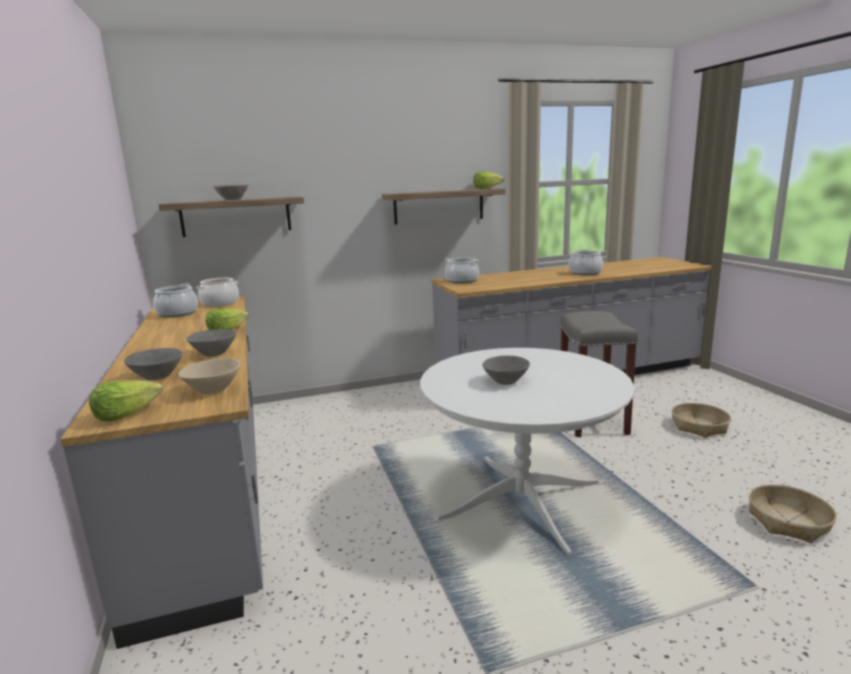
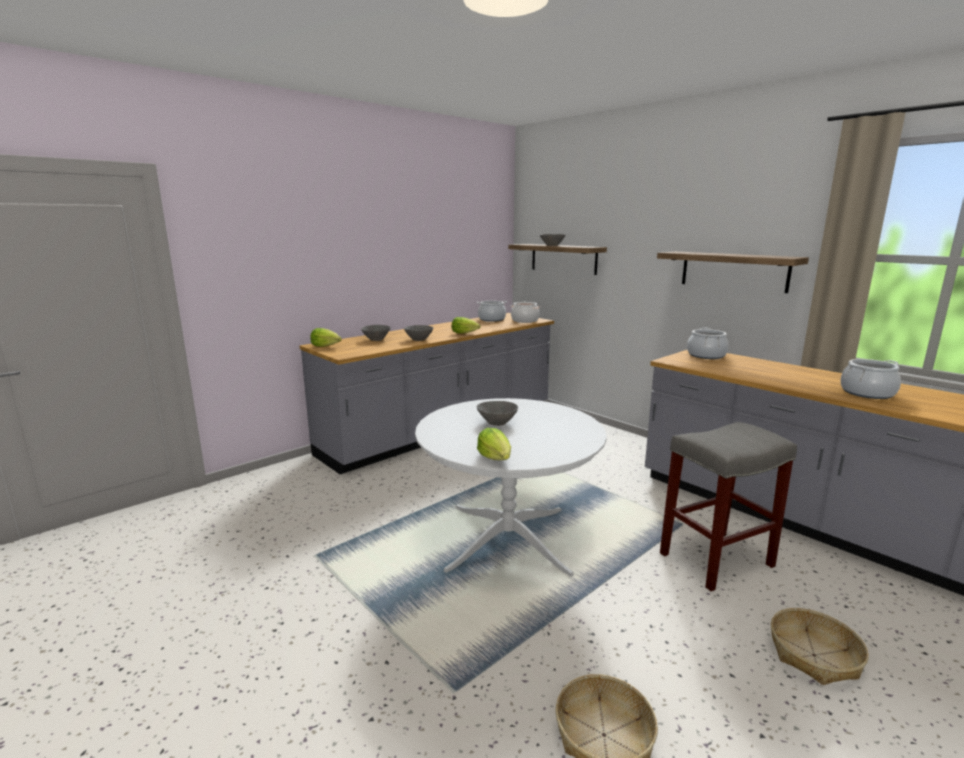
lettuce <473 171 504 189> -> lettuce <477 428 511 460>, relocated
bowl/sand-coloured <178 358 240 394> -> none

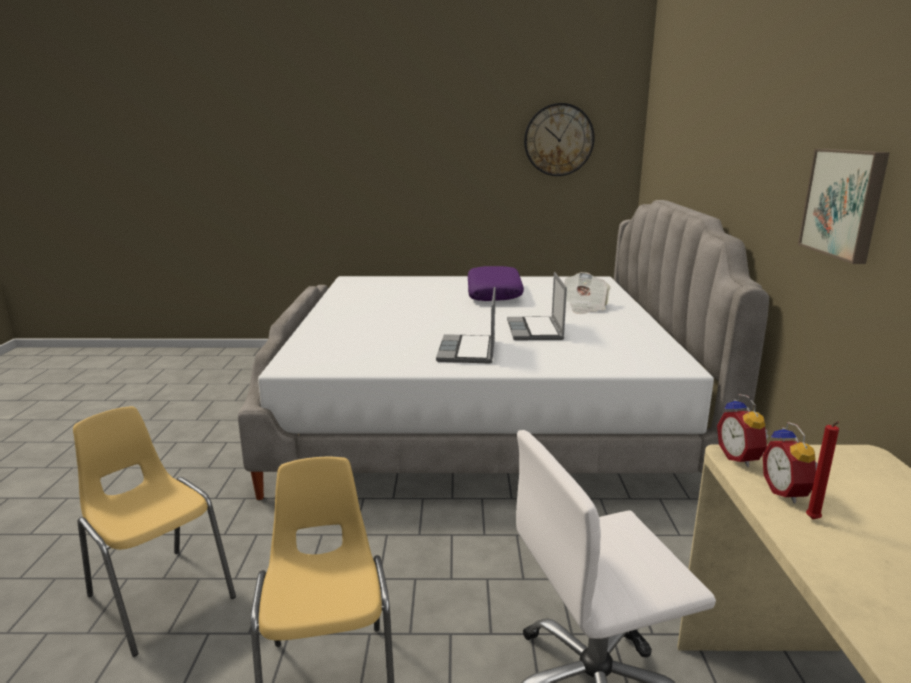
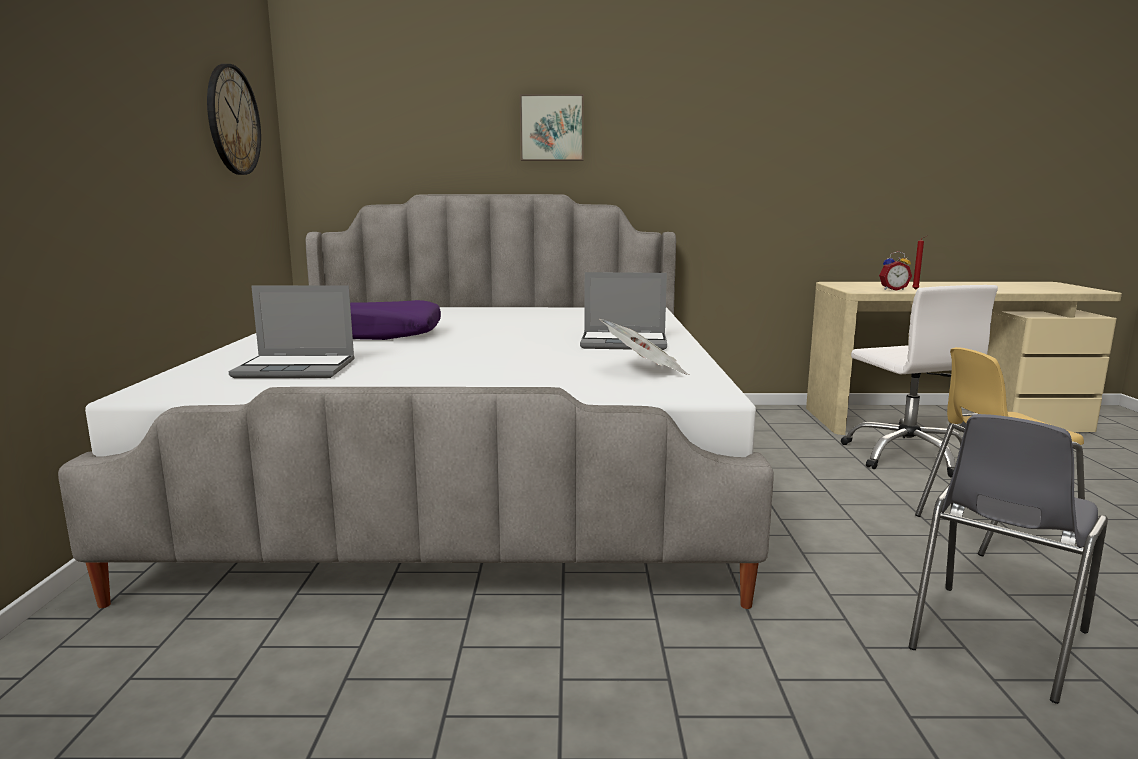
wall art <798 149 890 264> -> wall art <520 94 584 161>, relocated
portable computer <507 272 567 340> -> portable computer <228 285 355 378>, relocated
newspaper <564 272 611 314> -> newspaper <599 319 689 375>, relocated
alarm clock <717 394 769 467> -> none
upright chair/yellow <73 406 236 657> -> upright chair/grey <908 414 1108 704>

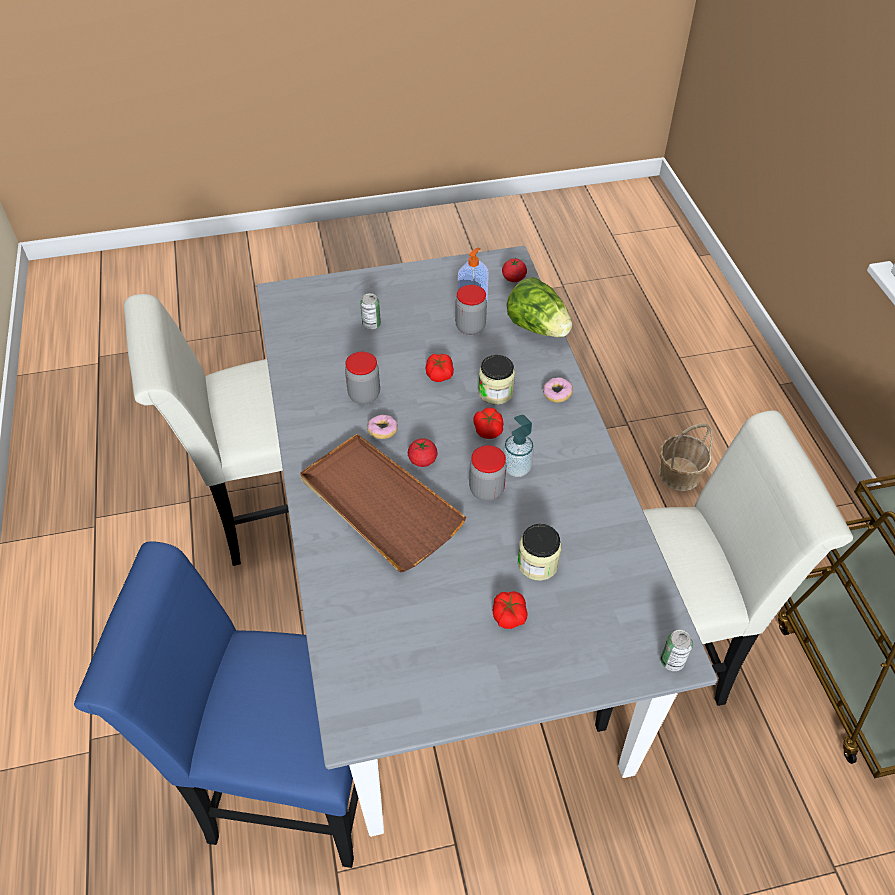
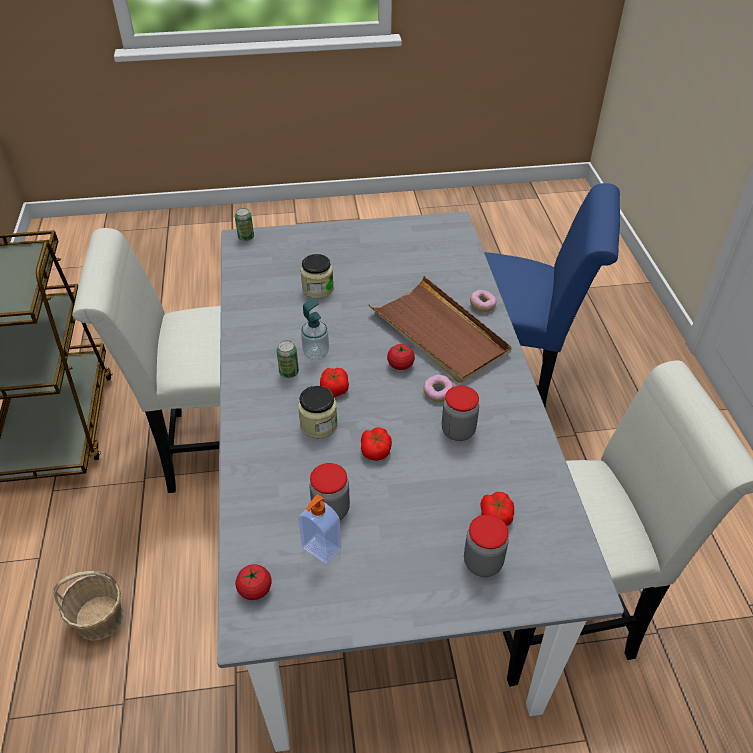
lettuce <507 277 572 337> -> none
metal can <360 293 381 330> -> metal can <277 340 299 378>, relocated
donut <543 377 573 403> -> donut <470 290 497 312>, relocated
preserve jar <469 445 506 501> -> preserve jar <464 515 509 577>, relocated
tomato <493 591 527 629> -> tomato <480 492 514 526>, relocated

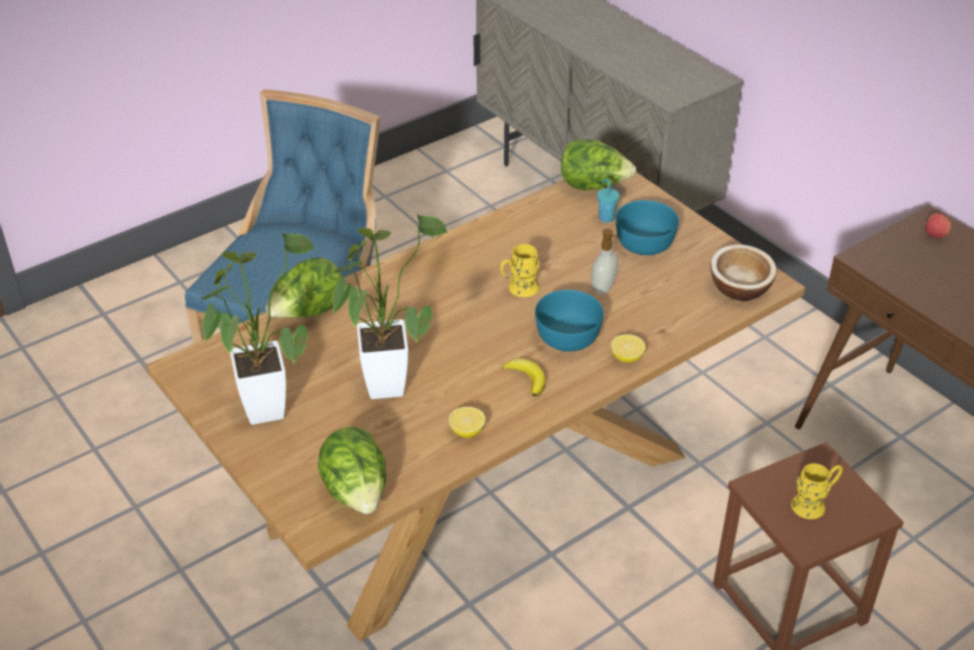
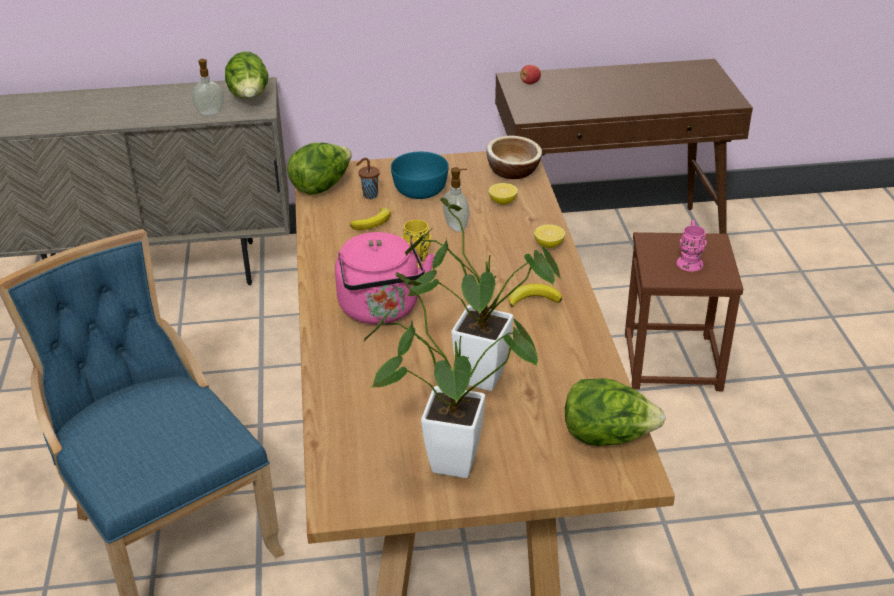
small cup/turquoise <597 179 620 223> -> small cup/brown <356 158 380 199>
lettuce <265 257 342 318> -> lettuce <225 52 268 99>, relocated
bowl/turquoise <535 290 604 352> -> none
whole lemon <449 407 485 438> -> whole lemon <489 183 518 205>, relocated
mug/yellow <791 463 843 519> -> mug/pink-coloured <676 220 707 271>
none -> liquid soap bottle <192 59 224 115>
none -> banana fruit <350 208 391 230>
none -> water kettle/pink-coloured <335 232 435 324>

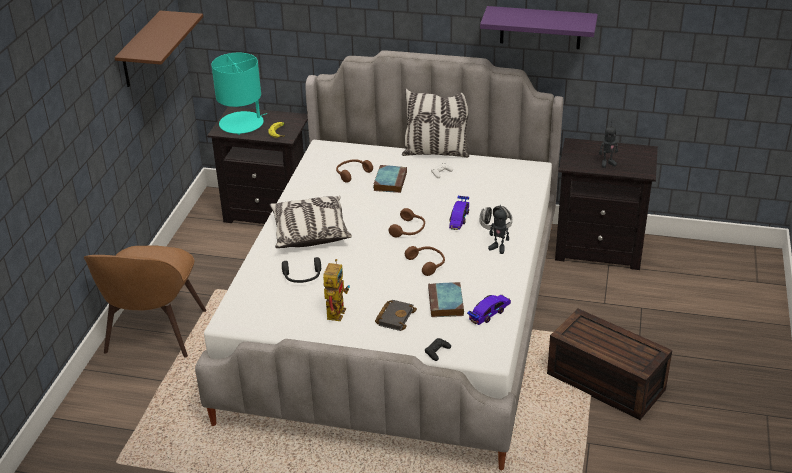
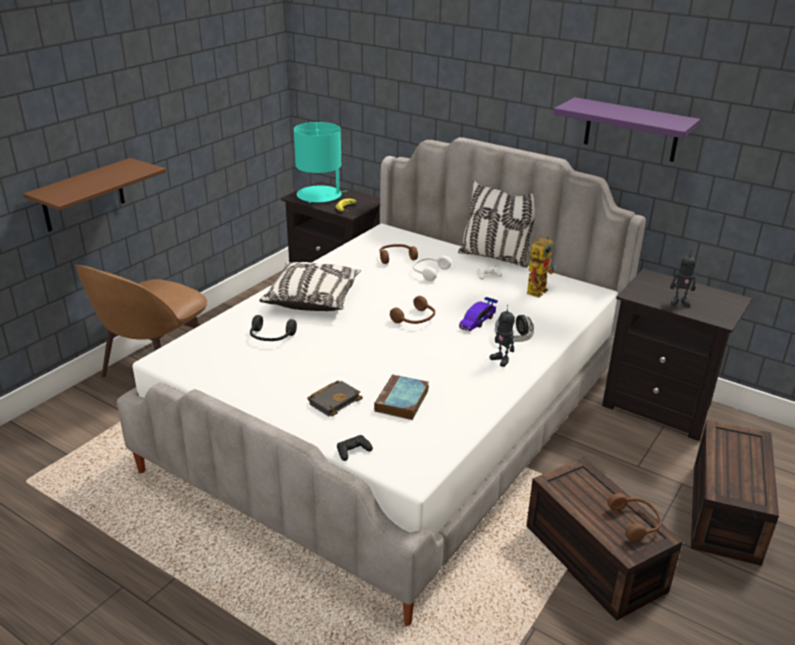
wall shelf/brown <114 11 203 87> -> wall shelf/brown <23 158 166 232>, relocated
book <373 165 407 193> -> headphones/white <413 255 452 281>
headphones/brown <405 246 445 276> -> headphones/brown <607 493 661 541>, relocated
robot figure <323 259 350 321> -> robot figure <527 235 556 298>, relocated
miniature car <467 295 511 325> -> none
none -> storage bin/brown <691 420 779 566>

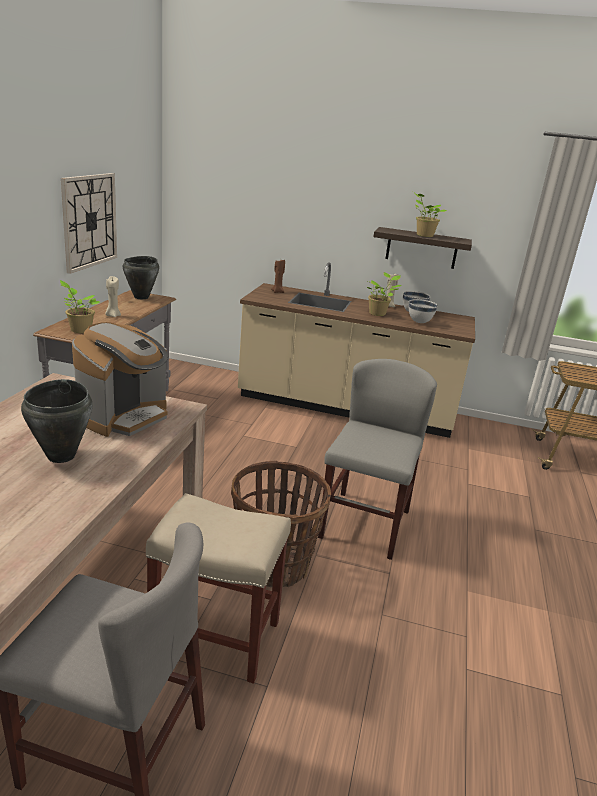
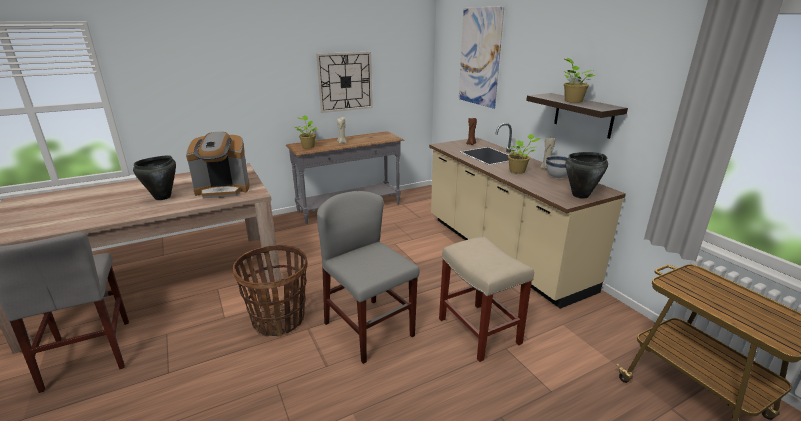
saucepot/blackish <123 256 159 299> -> saucepot/blackish <566 152 608 199>, relocated
bowl/white <409 299 438 323> -> none
upright chair/grey <318 359 437 560> -> upright chair/grey <317 191 419 364>, 105 degrees counterclockwise
sitting stool/sand-coloured <146 493 291 684> -> sitting stool/sand-coloured <439 237 534 362>, relocated
none -> wall art <459 6 504 109>

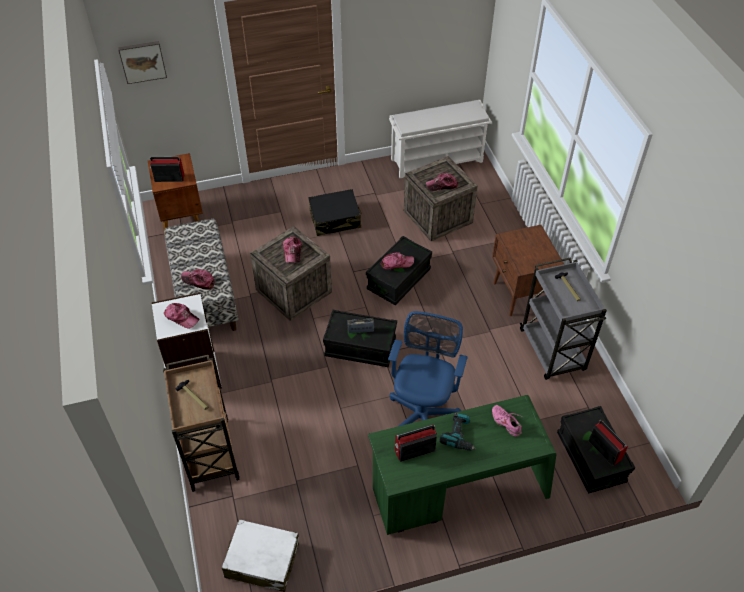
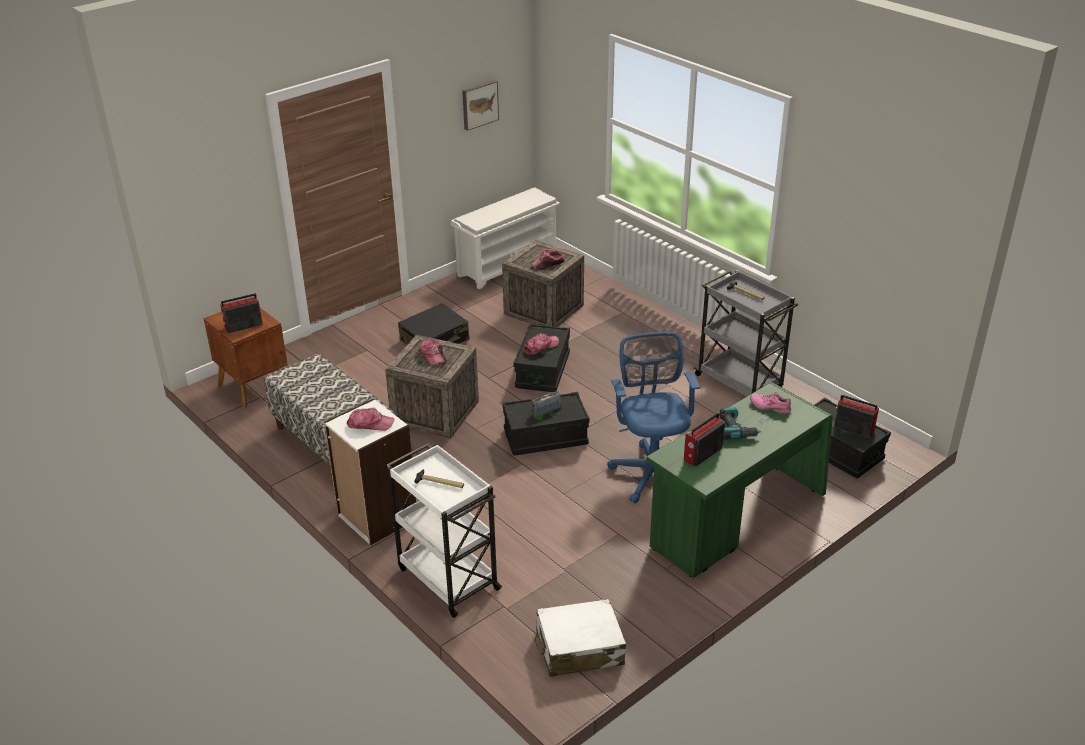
wall art <118 41 167 84> -> wall art <462 80 499 131>, relocated
nightstand/brown <492 225 564 316> -> none
cap <181 269 215 290> -> none
cart/brown <163 355 240 492> -> cart/white <386 443 502 618>

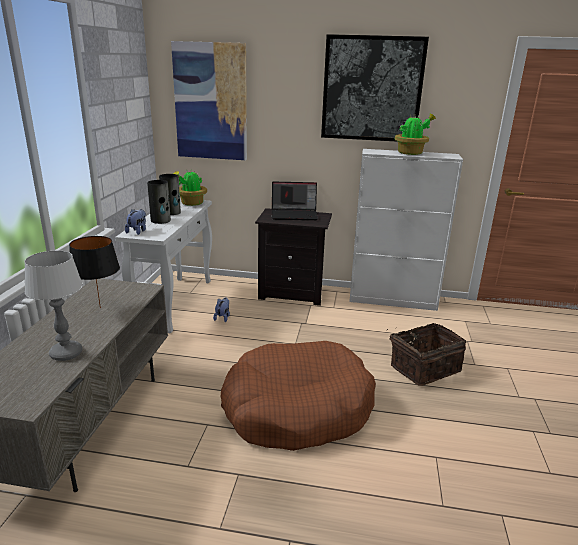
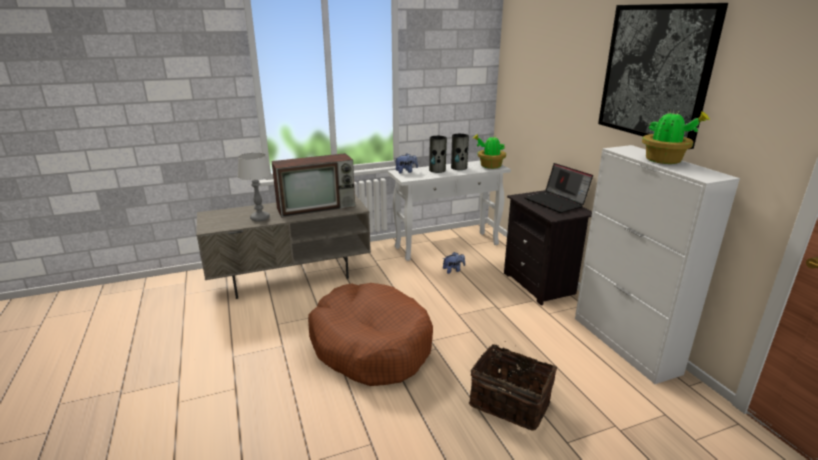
wall art <171 41 247 160> -> none
lamp for a table/blackish <69 236 120 308> -> television <272 153 355 218>

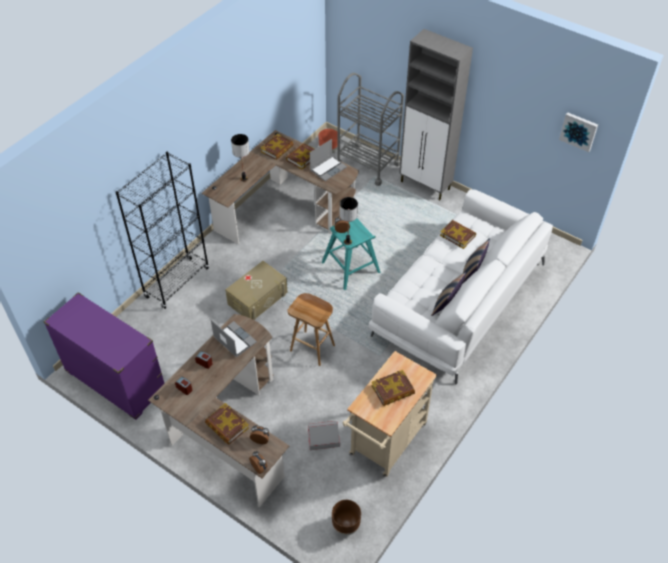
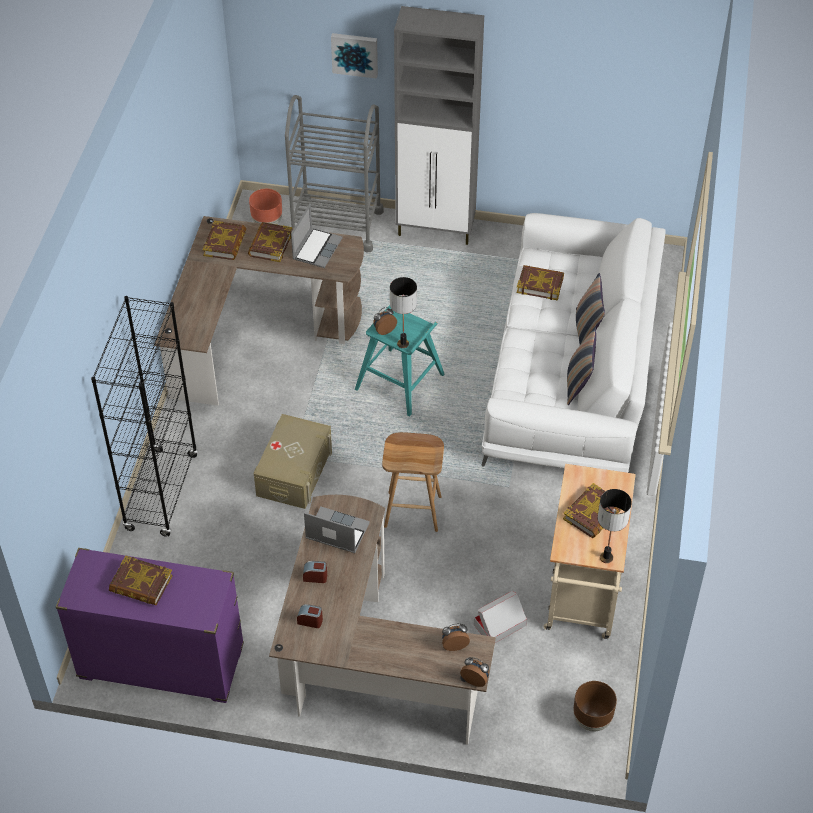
wall art <559 112 598 152> -> wall art <331 33 378 79>, relocated
lamp for a table <231 134 250 182> -> lamp for a table <598 489 632 563>, relocated
book <205 403 249 444> -> book <109 556 173 605>, relocated

